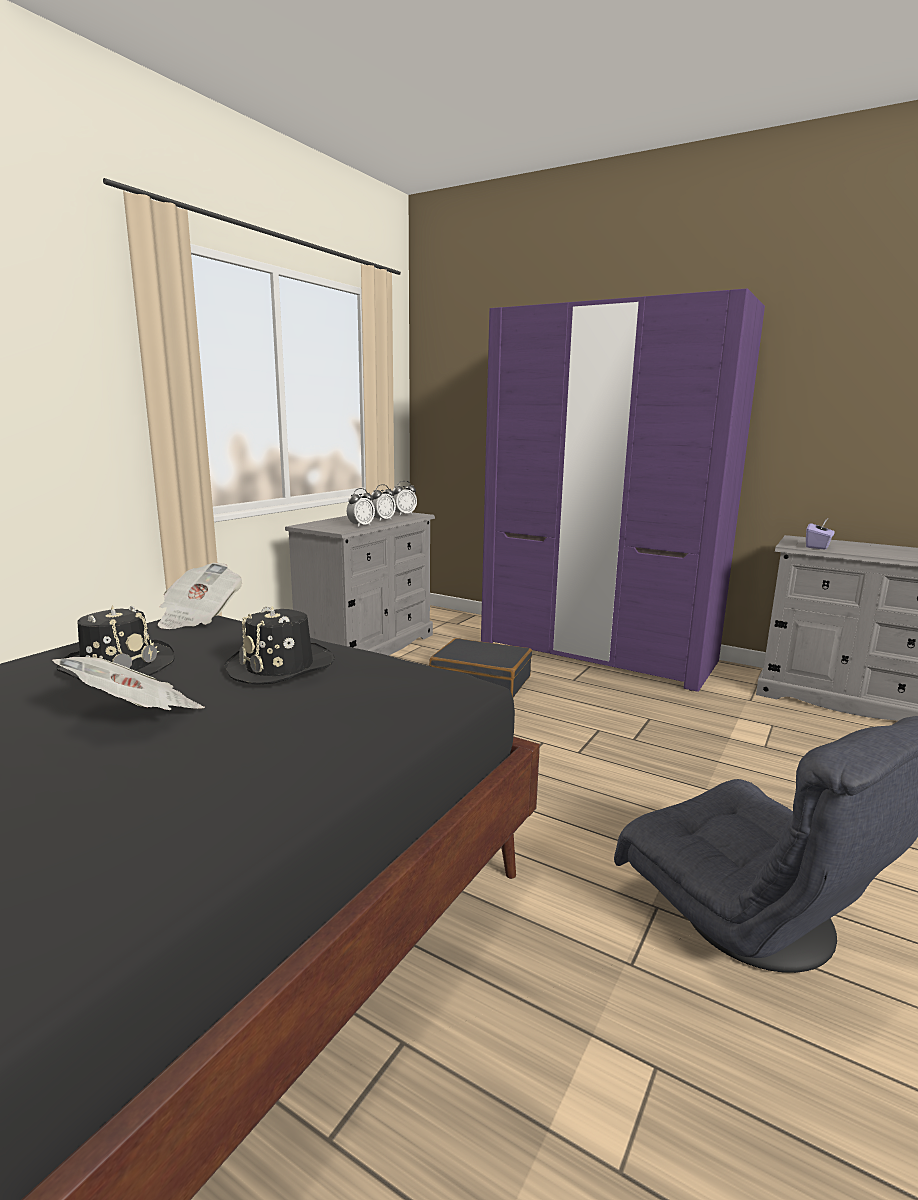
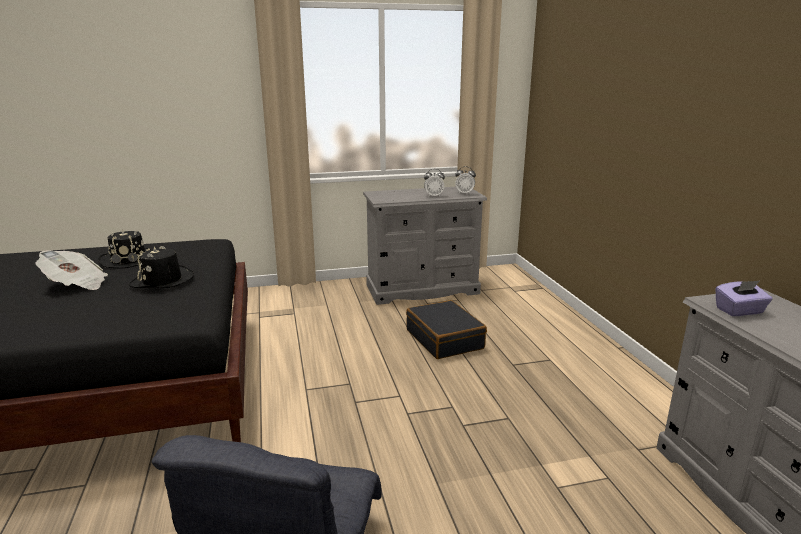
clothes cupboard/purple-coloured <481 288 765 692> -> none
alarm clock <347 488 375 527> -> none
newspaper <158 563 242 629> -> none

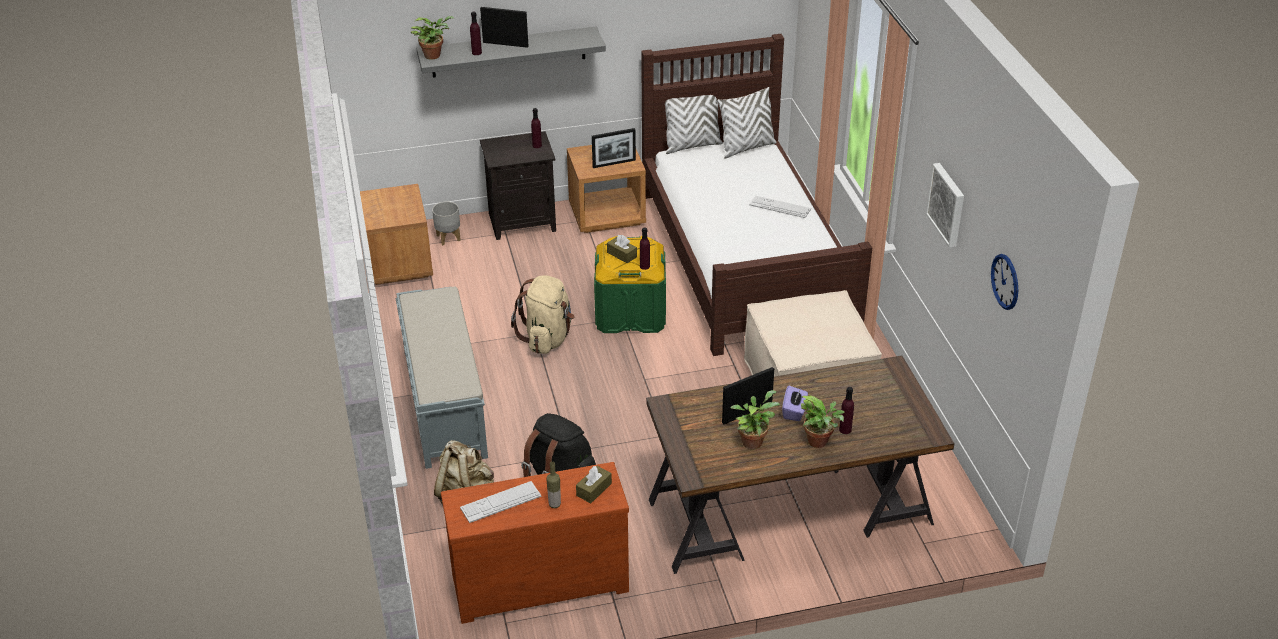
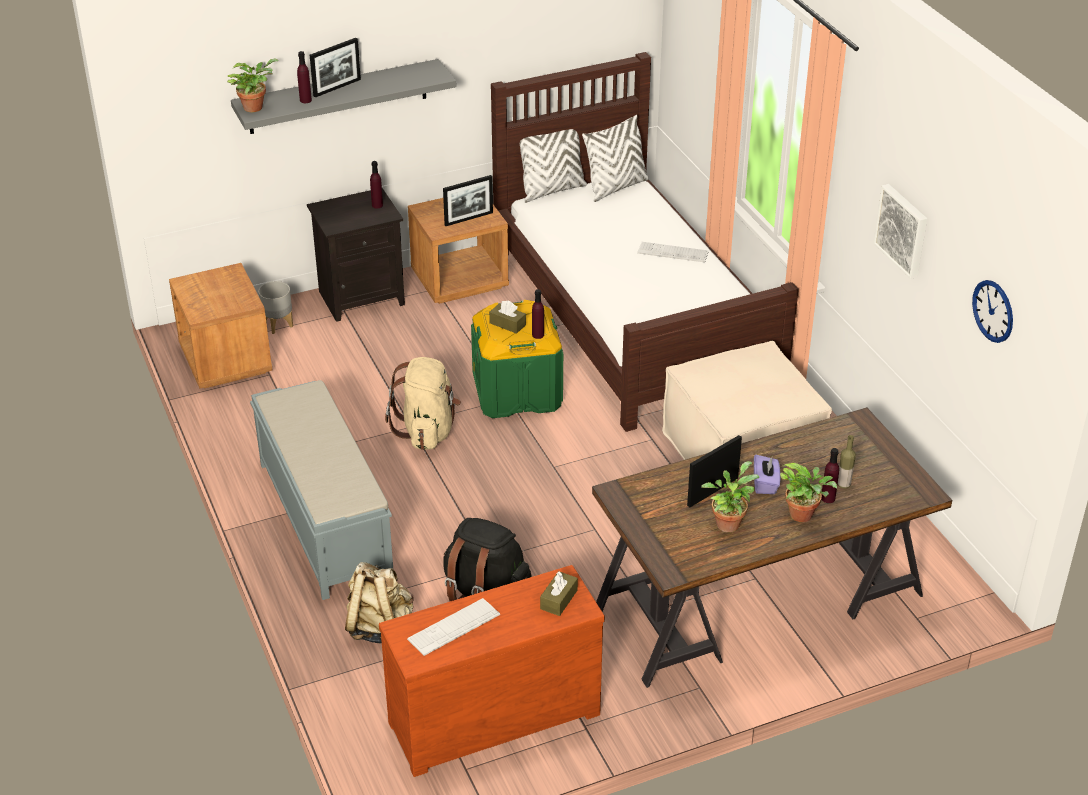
picture frame <480 7 528 48> -> picture frame <310 38 361 97>, 135 degrees clockwise
bottle <546 462 561 508> -> bottle <838 435 856 489>, relocated

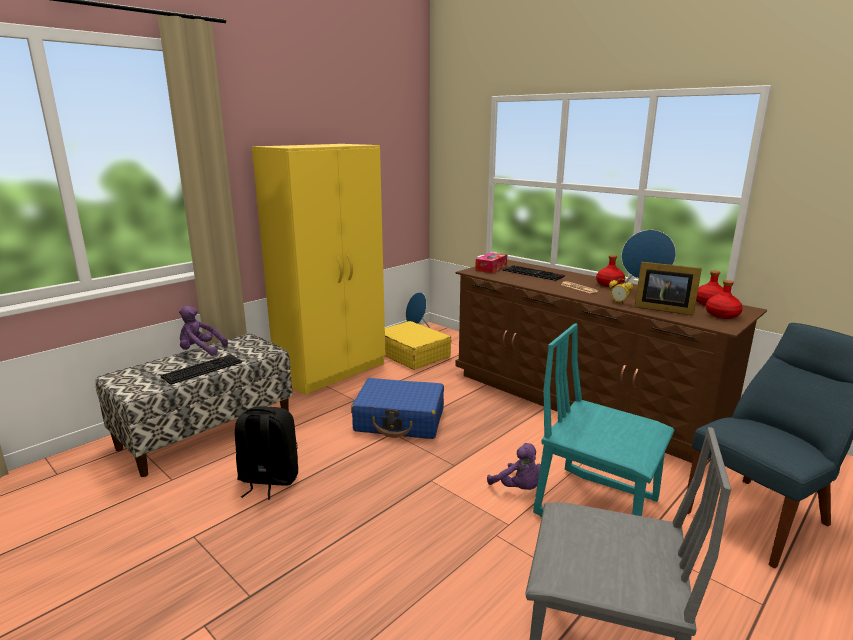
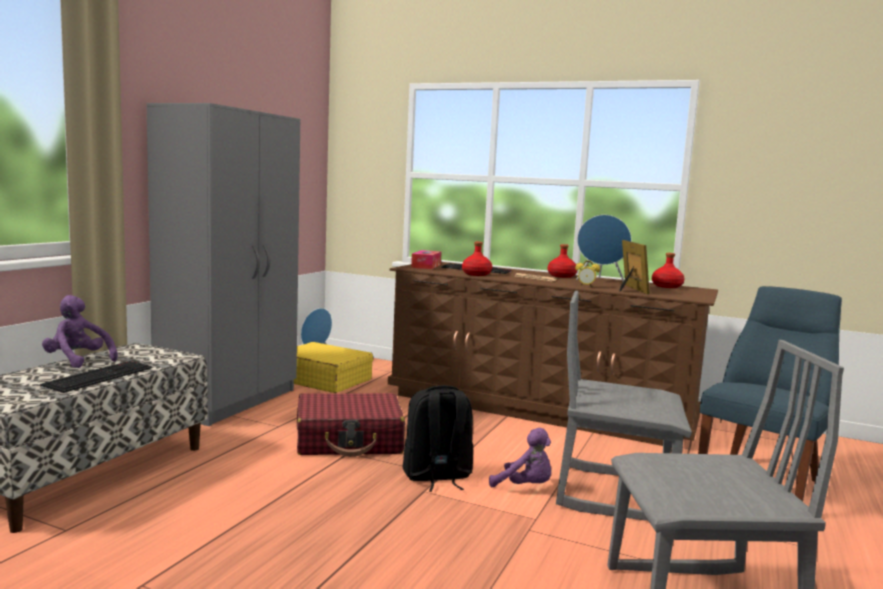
clothes cupboard/yellow <252 144 386 395> -> clothes cupboard/grey <146 103 300 426>
picture frame <634 262 702 316> -> picture frame <619 240 650 294>, 105 degrees counterclockwise
bottle/red <705 280 743 319> -> bottle/red <462 242 492 276>, relocated
plush toy/purple-coloured <179 306 228 356> -> plush toy/purple-coloured <42 295 118 368>, 45 degrees clockwise
upright chair/turquoise <533 323 675 517> -> upright chair/grey <556 291 692 521>
piece of luggage/bluish <351 378 444 439> -> piece of luggage/red <297 393 405 457>
knapsack/blackish <235 406 298 500> -> knapsack/blackish <402 385 473 492>, relocated

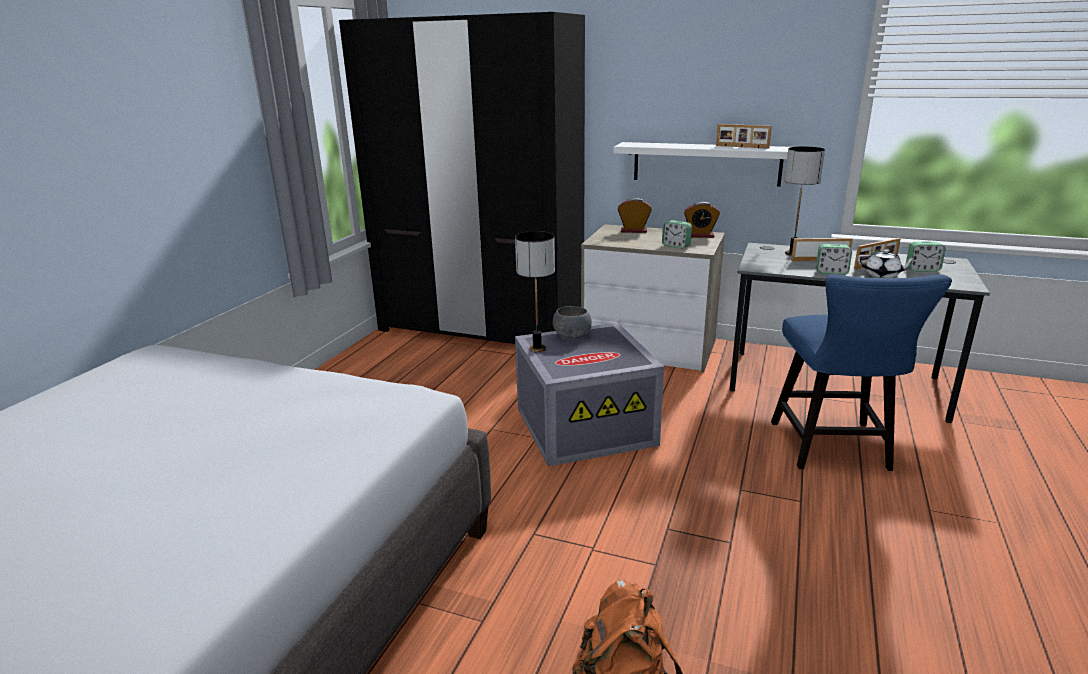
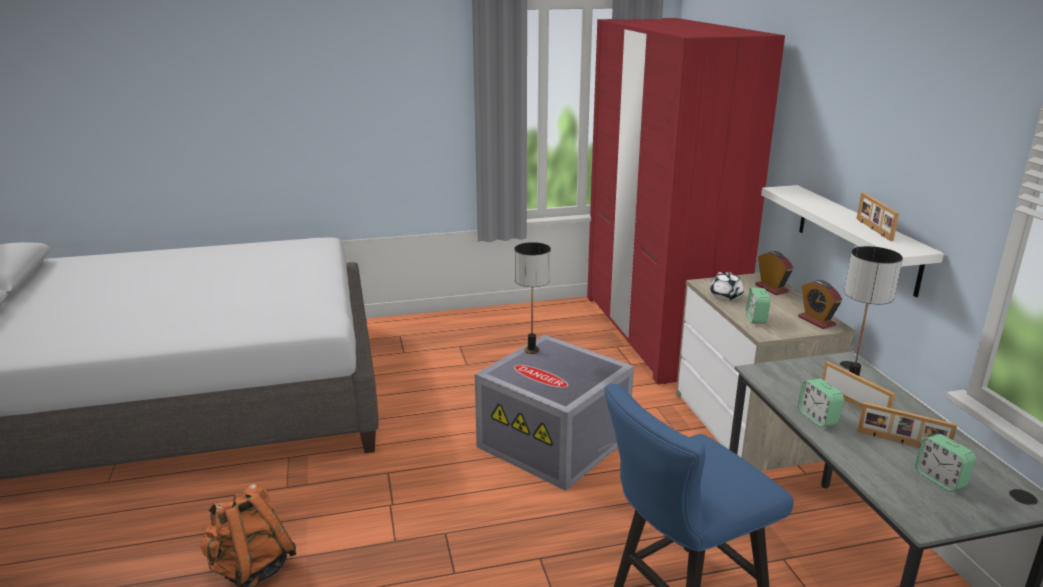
clothes cupboard/blackish <339 12 585 344> -> clothes cupboard/red <587 18 785 384>
pot for tea/white <858 249 917 278> -> pot for tea/white <710 272 744 300>, relocated
bowl/grey <553 306 592 339> -> none

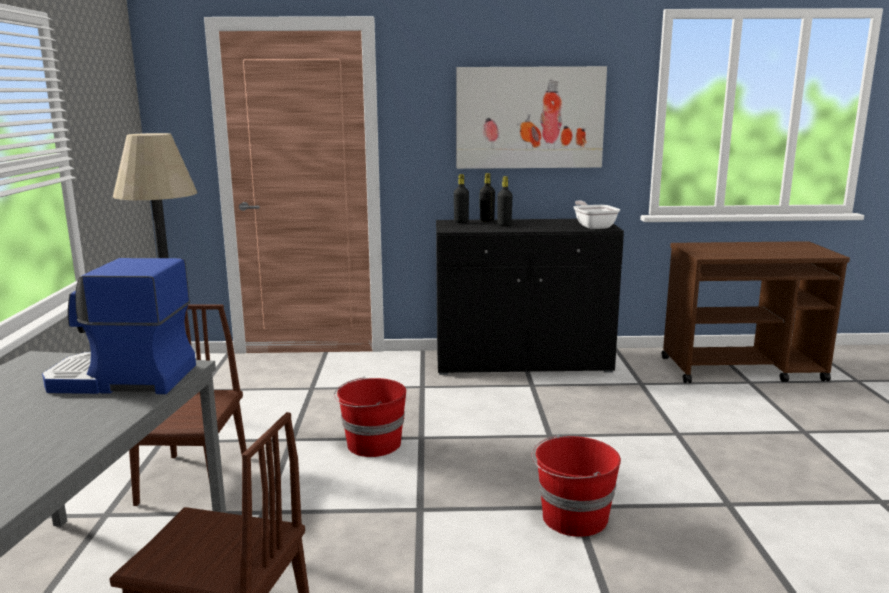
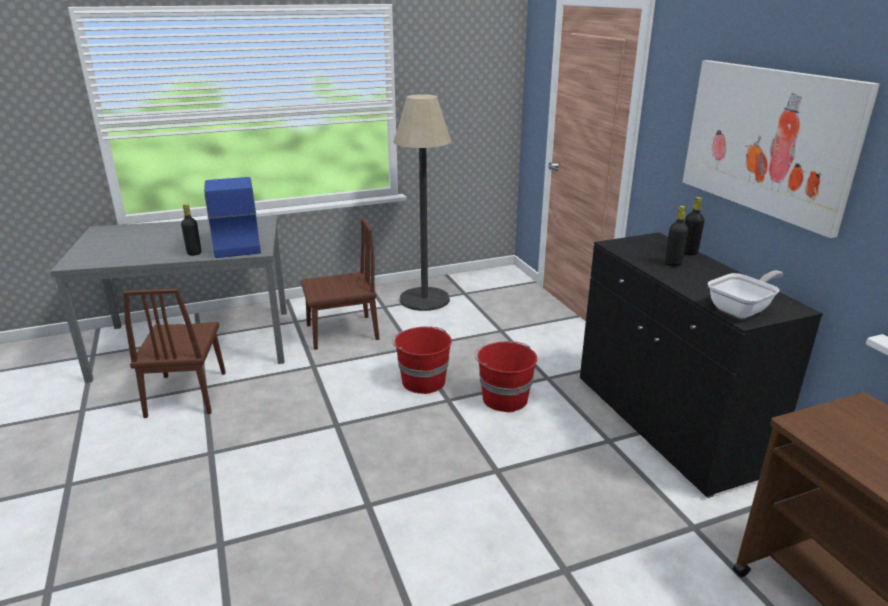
bottle/blackish <454 174 469 223> -> bottle/blackish <181 204 201 256>, relocated
water bucket/red <532 434 621 537> -> water bucket/red <475 341 537 412>, relocated

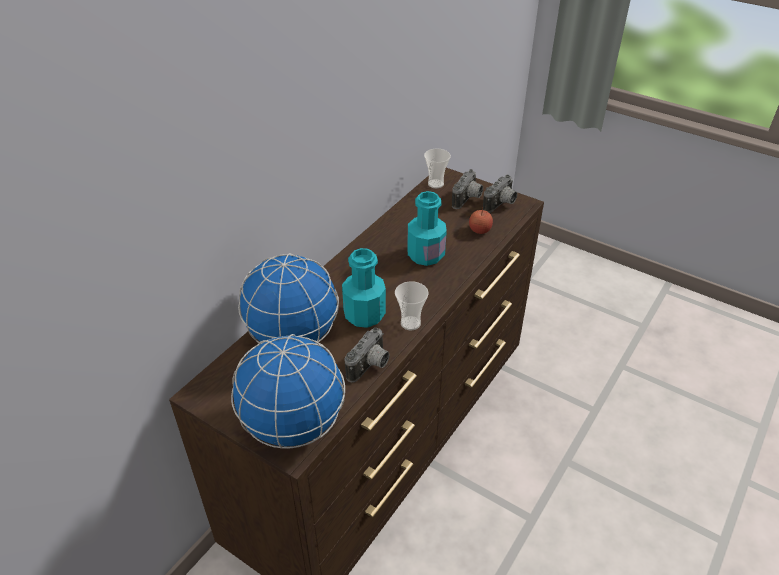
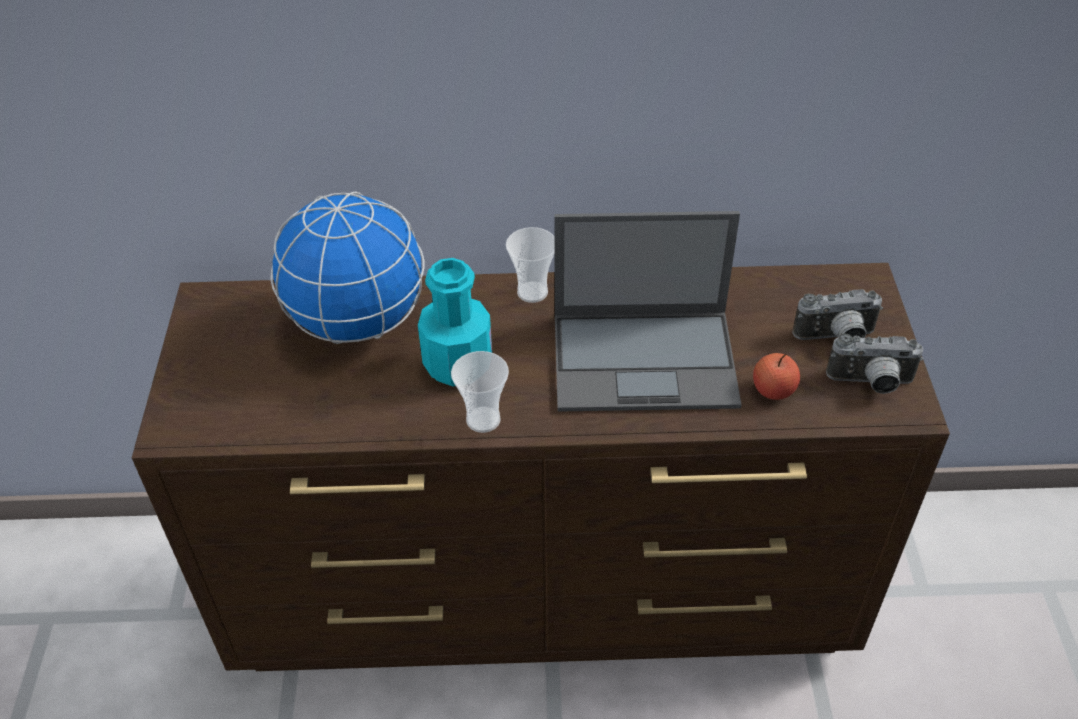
small cup <424 149 451 188> -> small cup <506 227 555 303>, relocated
bottle/turquoise <407 191 447 266> -> portable computer <554 211 741 412>
photo camera <345 328 390 382> -> none
globe <231 334 345 449> -> none

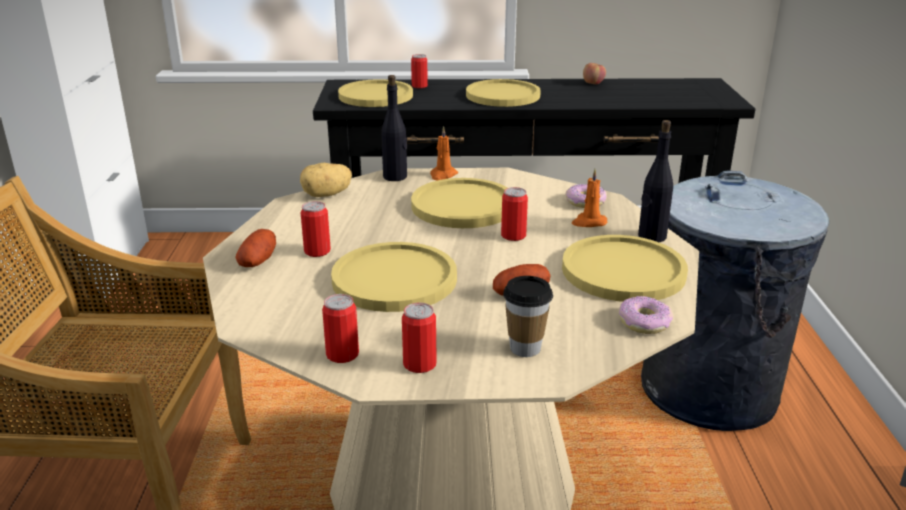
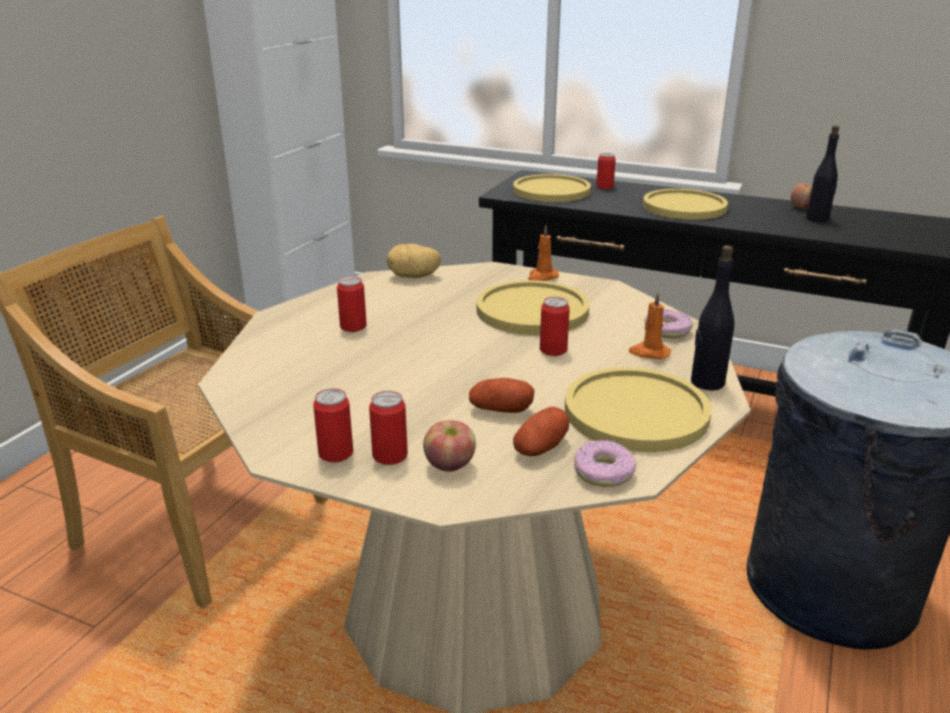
bottle/blackish <381 75 407 181> -> bottle/blackish <806 125 839 222>, relocated
potato <235 229 276 267> -> potato <513 407 570 456>, relocated
flat dish/yellow <331 242 457 312> -> none
small cup <503 276 553 357> -> apple fruit <423 420 476 472>
metal can <322 294 359 363> -> metal can <369 391 408 465>, relocated

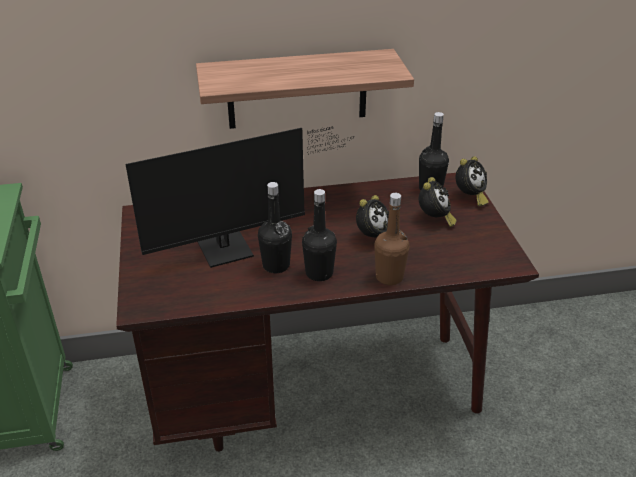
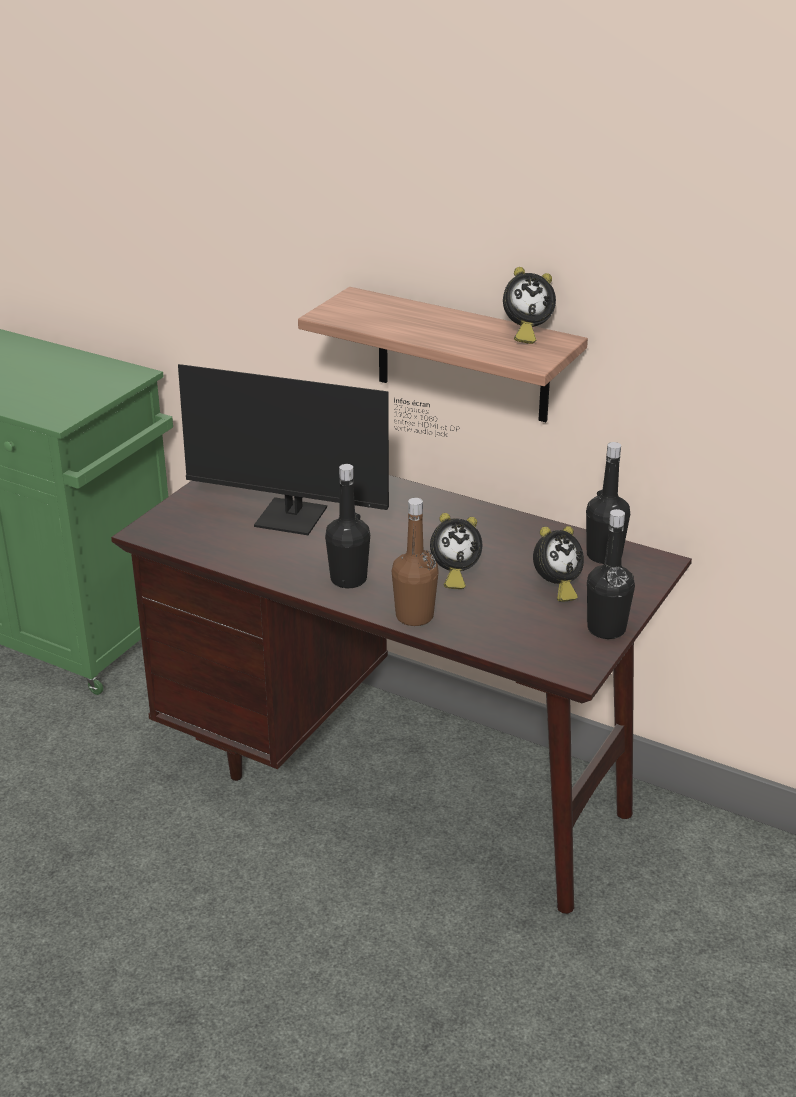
alarm clock <455 156 489 206> -> alarm clock <503 267 556 344>, relocated
bottle/blackish <258 182 292 273> -> bottle/blackish <587 509 635 639>, relocated

